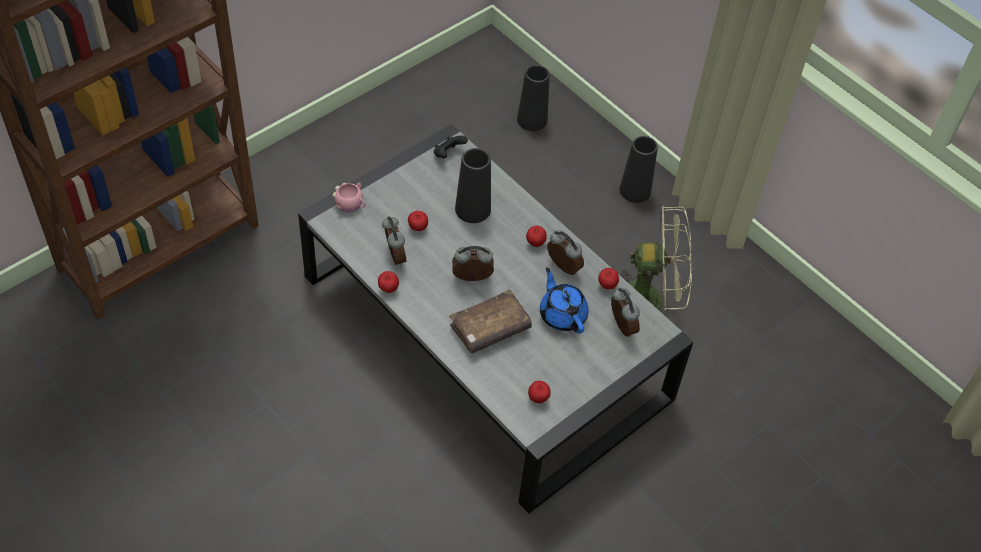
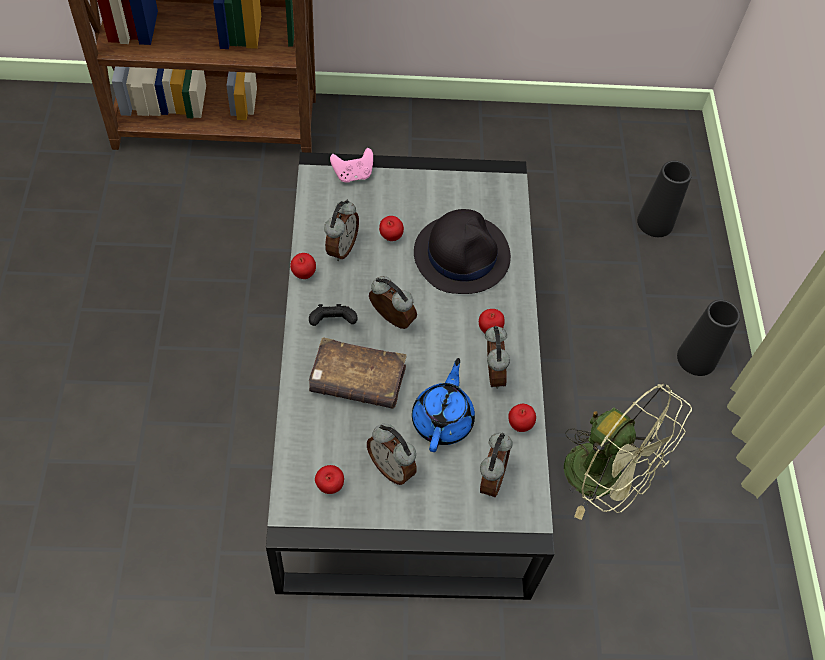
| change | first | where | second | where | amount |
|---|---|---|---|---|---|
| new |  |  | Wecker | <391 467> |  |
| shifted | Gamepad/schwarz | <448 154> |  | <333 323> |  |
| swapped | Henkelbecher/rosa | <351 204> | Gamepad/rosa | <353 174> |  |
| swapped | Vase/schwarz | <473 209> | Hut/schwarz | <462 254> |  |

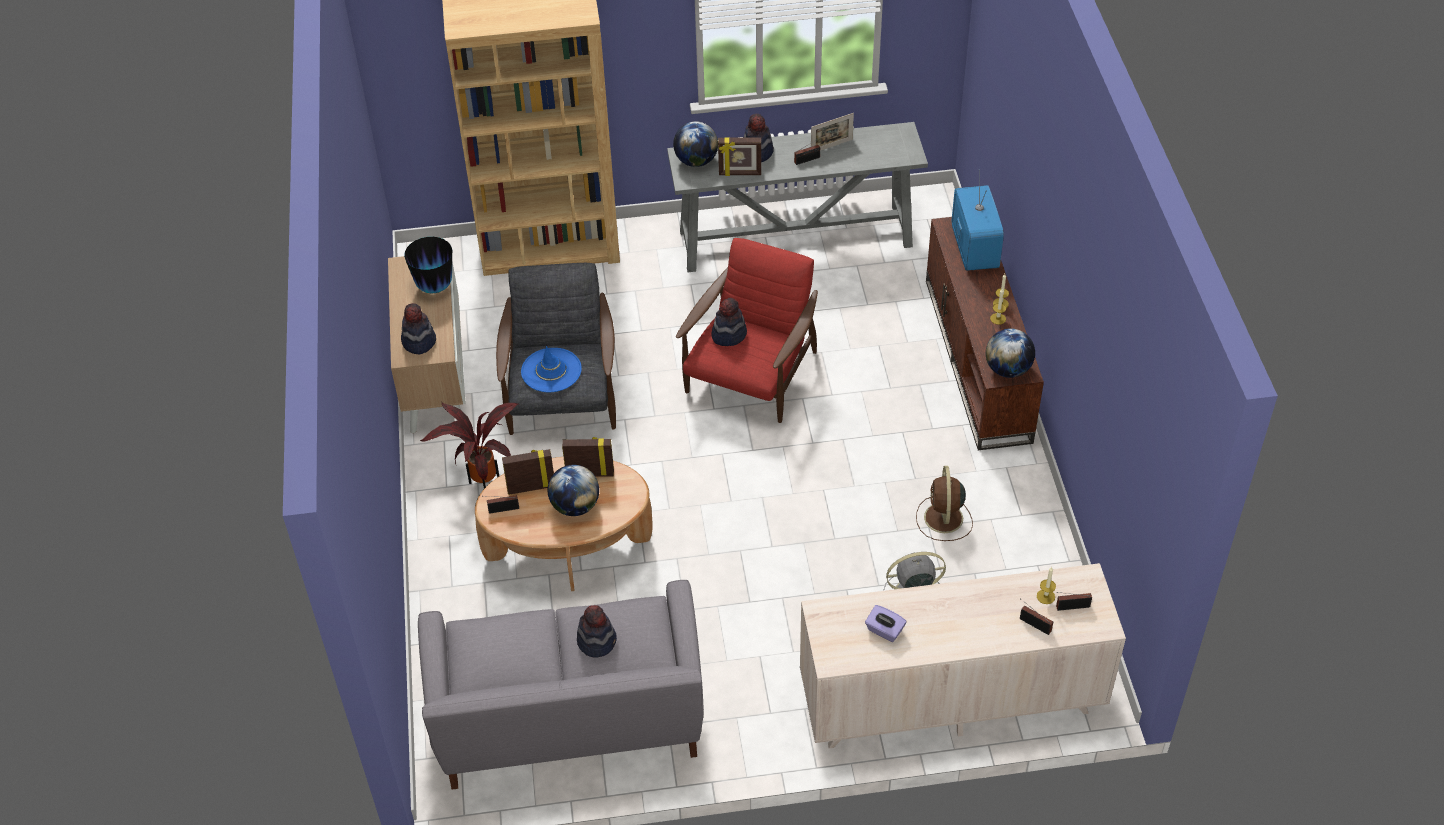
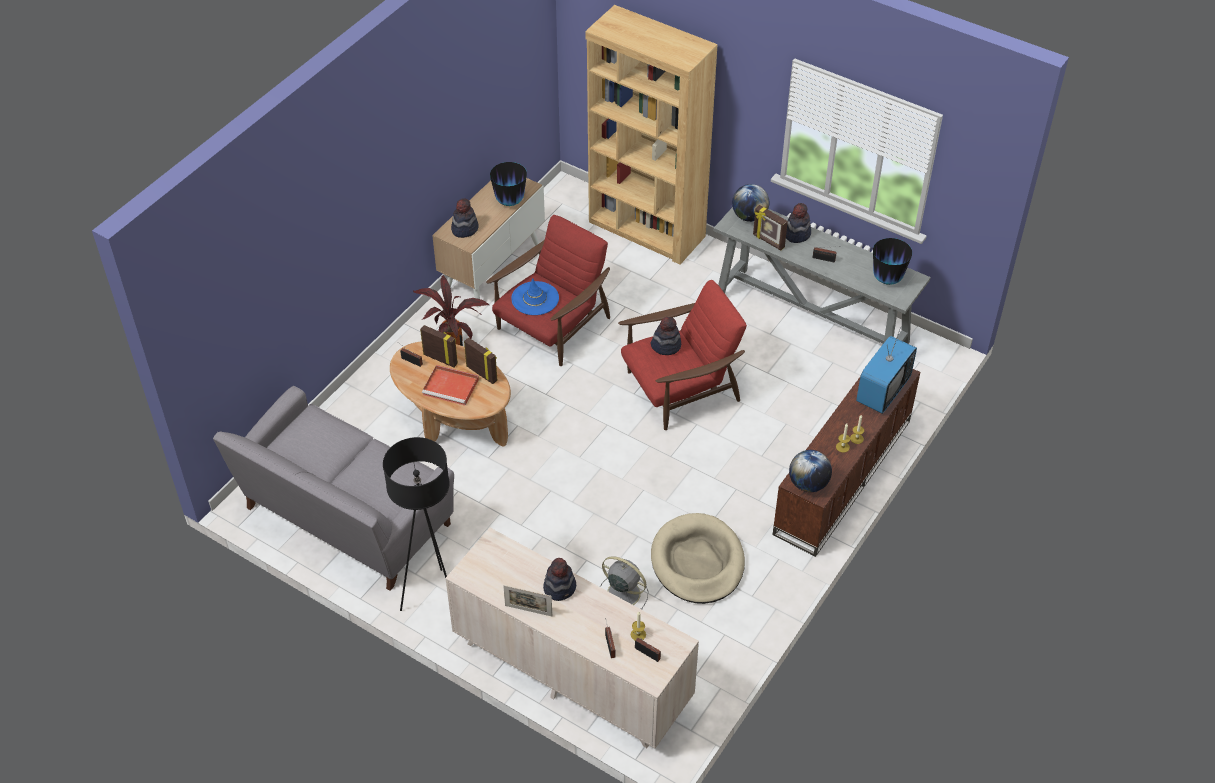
| change | first | where | second | where | amount |
|---|---|---|---|---|---|
| gone | Taschentuchbox/lila | <884 631> |  |  |  |
| new |  |  | Stehlampe/schwarz | <434 598> |  |
| new |  |  | Vase | <887 279> |  |
| shifted | Hut | <597 641> |  | <560 587> |  |
| shifted | Bilderrahmen | <831 146> |  | <528 610> |  |
| swapped | Globus | <575 506> | Tablett/rot | <452 387> |  |
| swapped | Ventilator/braun | <943 519> | Hundebett/beige | <697 562> |  |
| repainted | Sessel/grau | <563 397> | Sessel/rot | <552 326> |  |

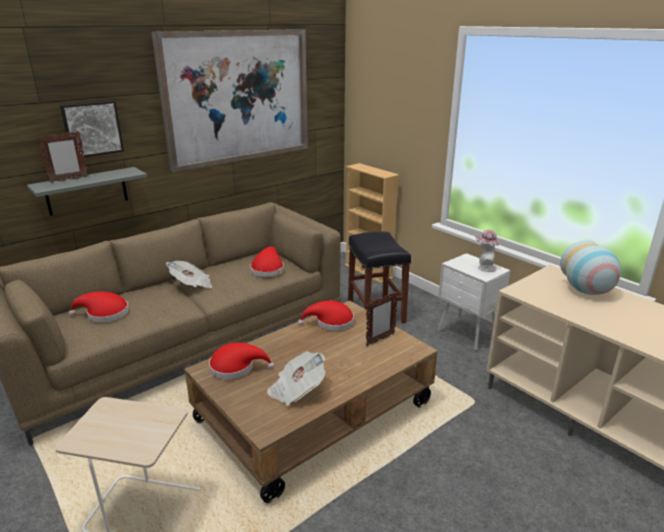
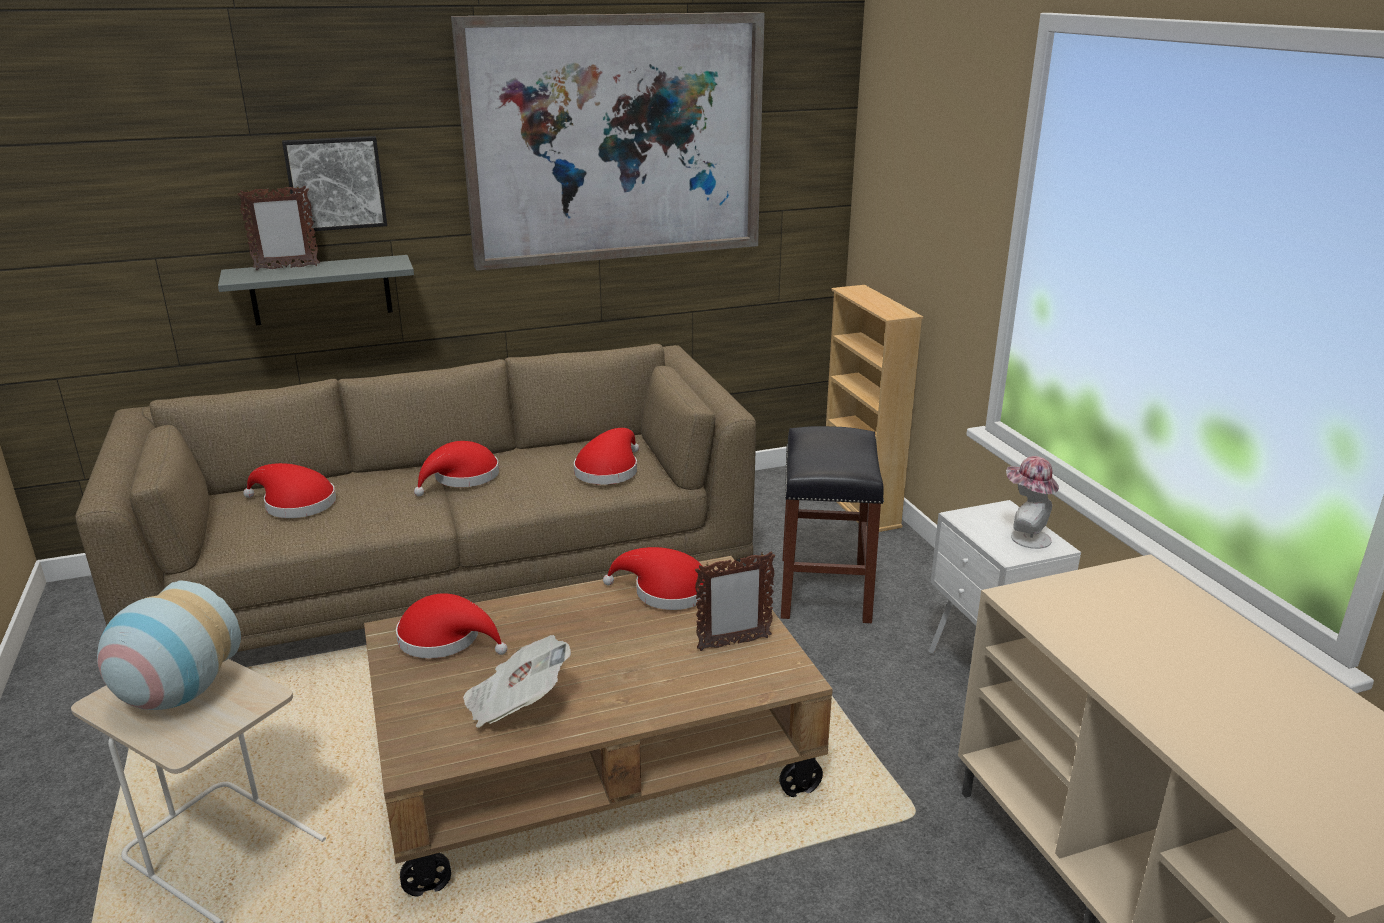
| change | first | where | second | where | amount |
|---|---|---|---|---|---|
| shifted | Vase | <587 291> |  | <175 695> |  |
| swapped | Zeitung | <192 285> | Hut/rot | <462 478> |  |

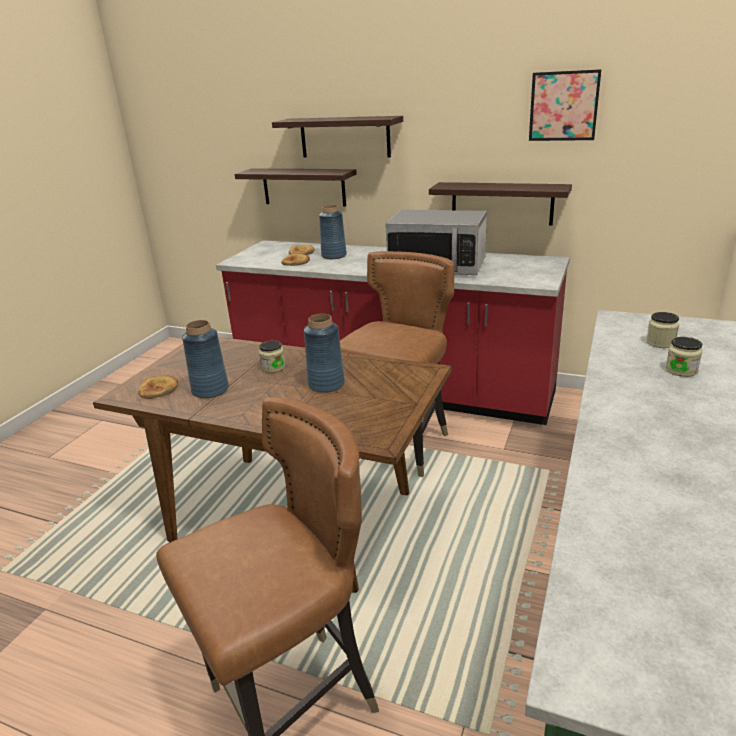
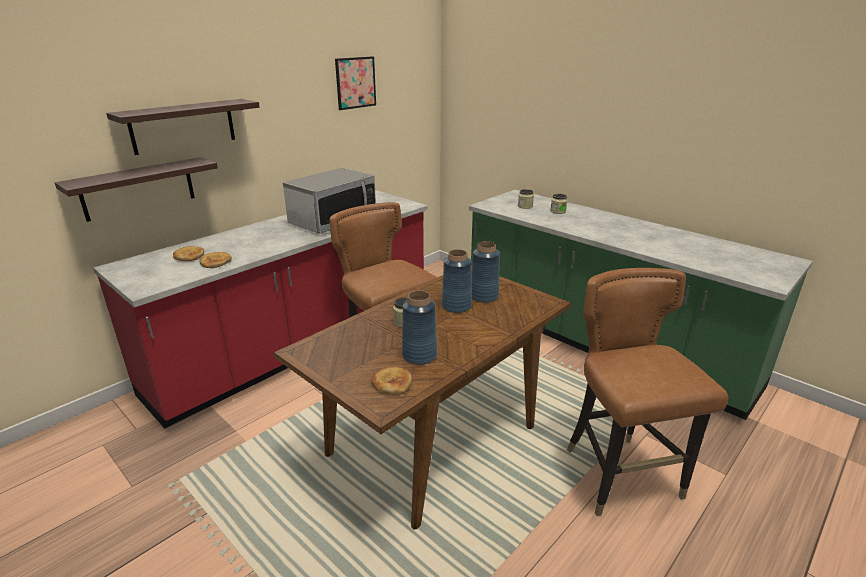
| change | first | where | second | where | amount |
|---|---|---|---|---|---|
| gone | Wandregal | <501 203> |  |  |  |
| shifted | Vase/blau | <334 256> |  | <484 296> |  |

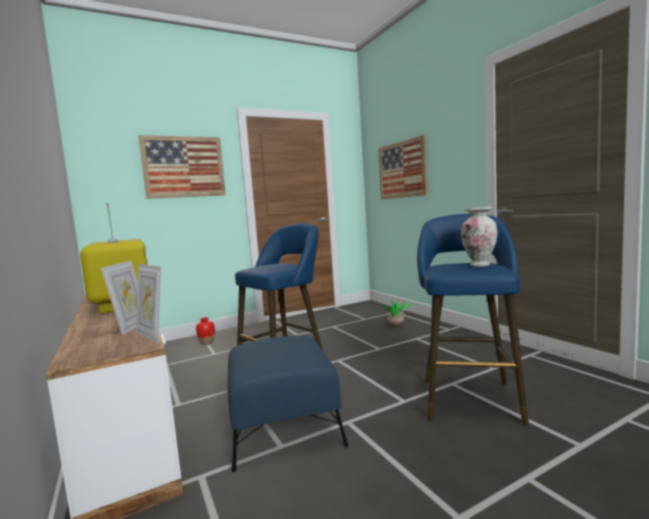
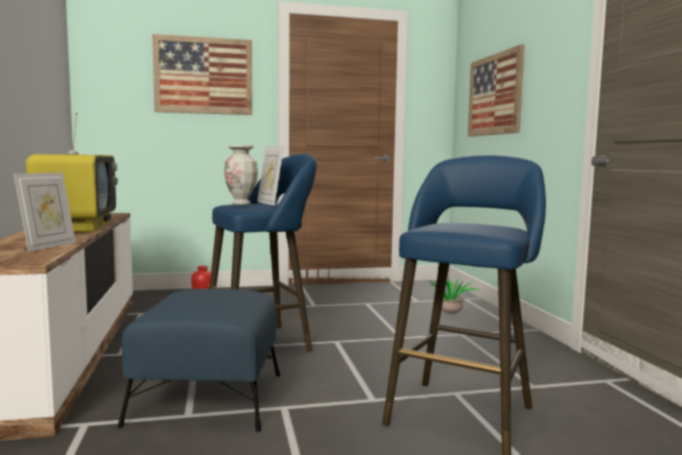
| change | first | where | second | where | amount |
|---|---|---|---|---|---|
| shifted | Bilderrahmen | <152 336> |  | <270 203> |  |
| shifted | Vase | <479 265> |  | <241 204> |  |

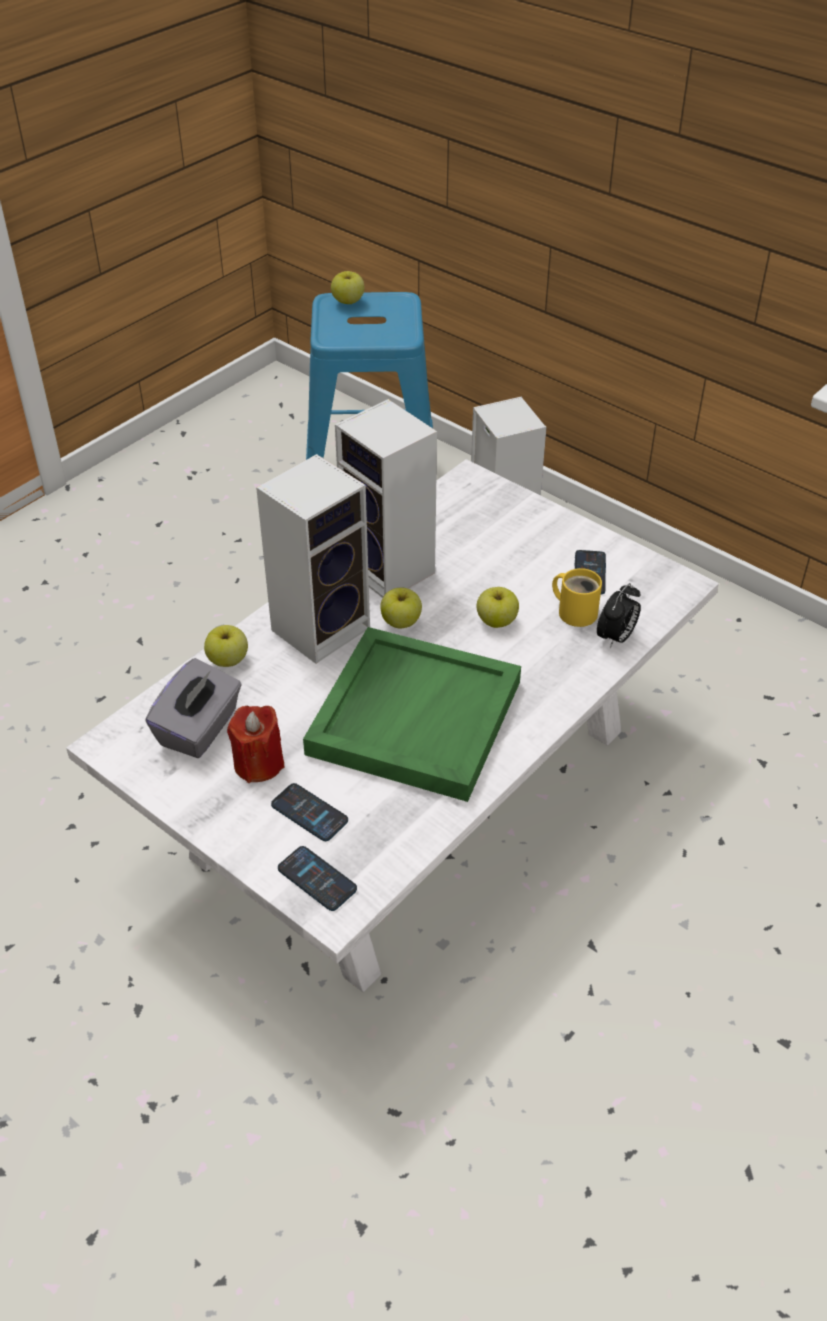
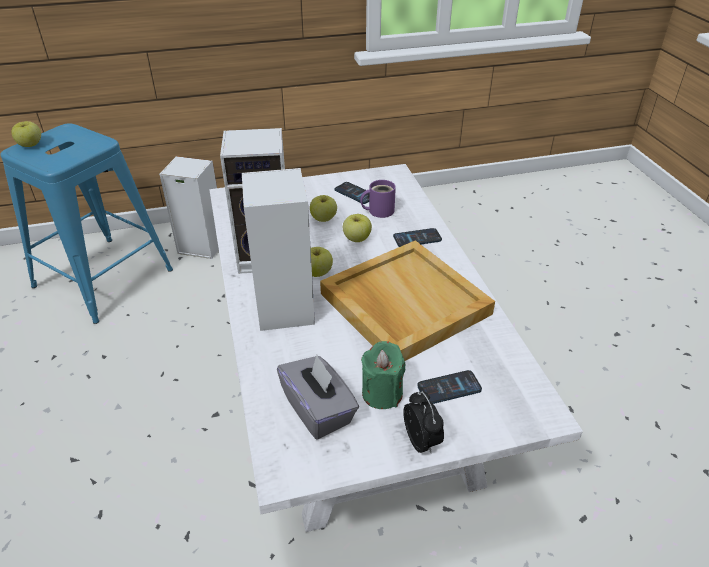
| change | first | where | second | where | amount |
|---|---|---|---|---|---|
| shifted | Apfel | <228 660> |  | <324 219> |  |
| shifted | Handy | <317 879> |  | <417 238> |  |
| shifted | Wecker | <616 638> |  | <422 441> |  |
| repainted | Kerze/rot | <258 764> | Kerze/grün | <382 393> |  |
| repainted | Tablett/grün | <414 716> | Tablett/beige | <403 303> |  |
| repainted | Henkelbecher/gelb | <575 611> | Henkelbecher/lila | <378 210> |  |

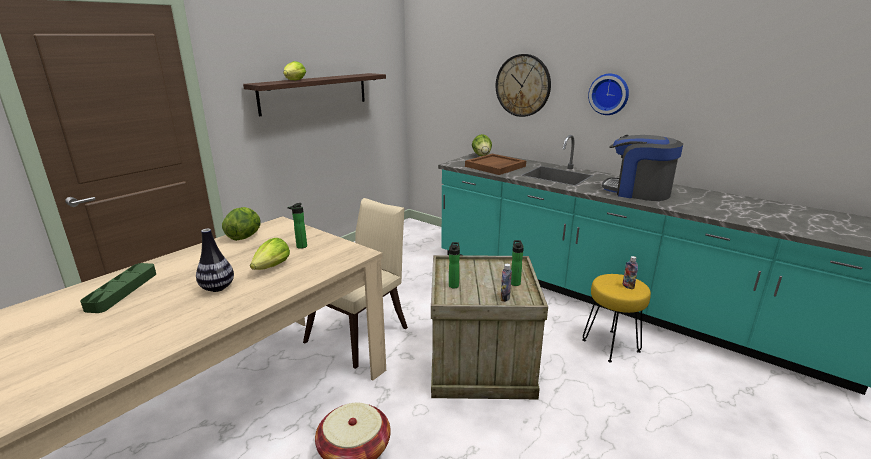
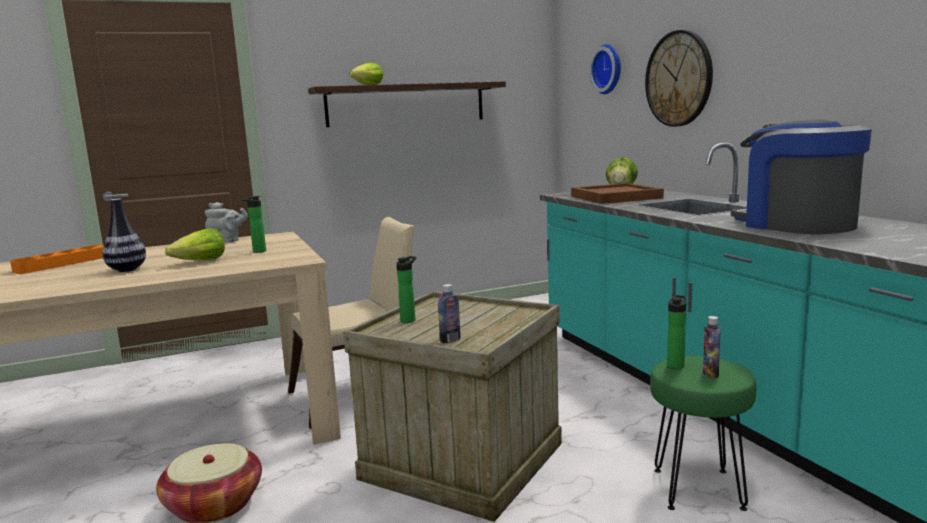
| change | first | where | second | where | amount |
|---|---|---|---|---|---|
| shifted | Flasche | <515 282> |  | <676 365> |  |
| shifted | Wanduhr | <609 94> |  | <609 69> |  |
| swapped | Salatkopf | <245 237> | Teekanne/grau | <227 241> |  |
| repainted | Tablett/grün | <122 291> | Tablett/orange | <62 264> |  |
| repainted | Hocker/gelb | <611 346> | Hocker/grün | <699 489> |  |

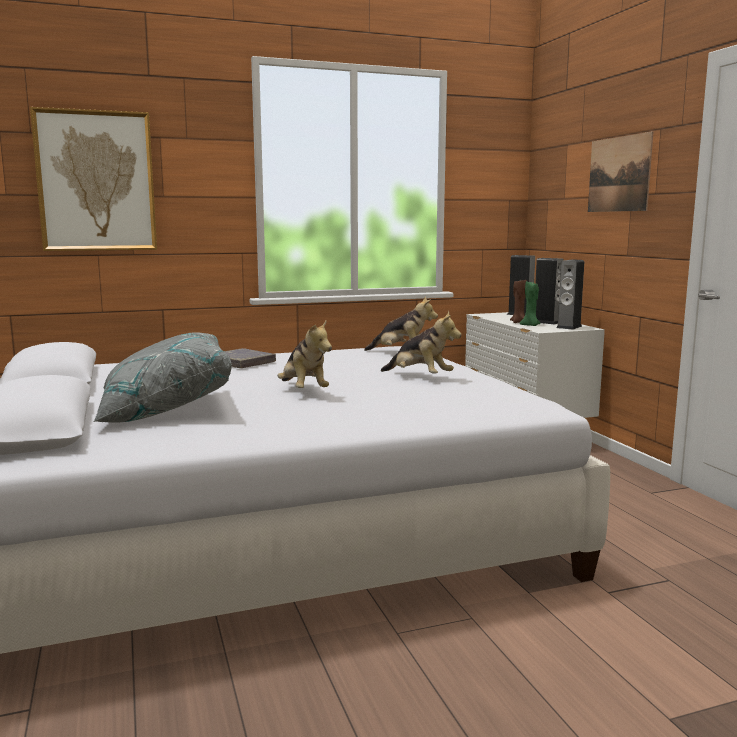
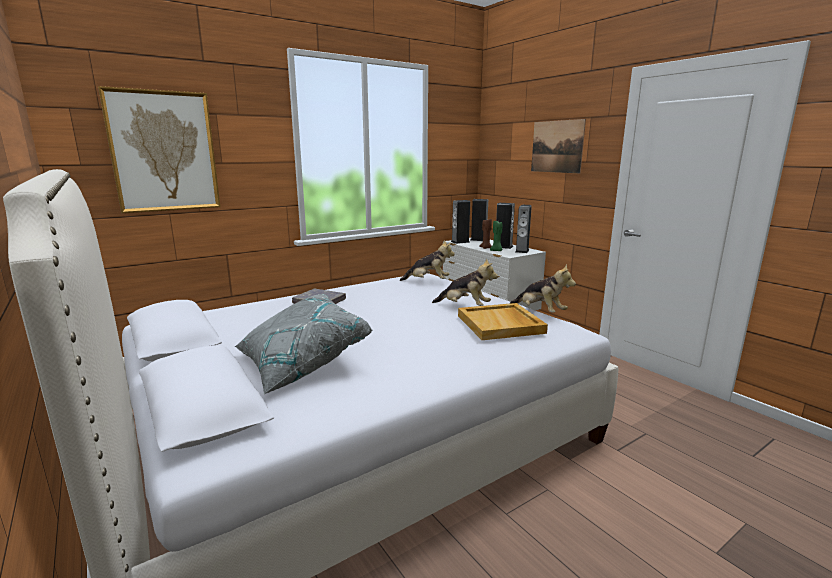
| change | first | where | second | where | amount |
|---|---|---|---|---|---|
| new |  |  | Lautsprecher | <460 242> |  |
| new |  |  | Tablett/beige | <501 324> |  |
| shifted | Plüschtier | <303 390> |  | <540 312> |  |

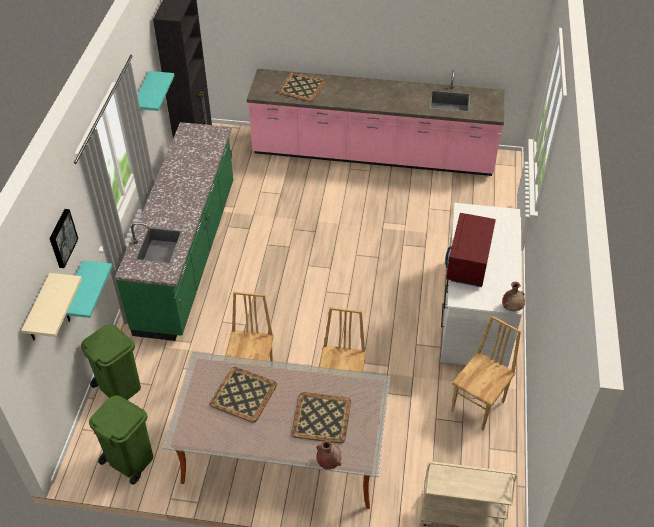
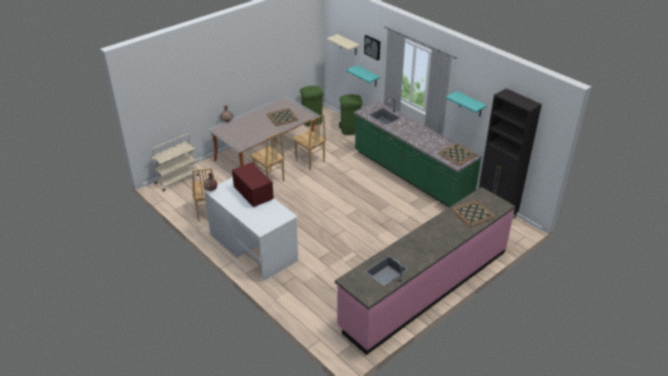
| change | first | where | second | where | amount |
|---|---|---|---|---|---|
| shifted | Tablett | <321 418> |  | <457 154> |  |

